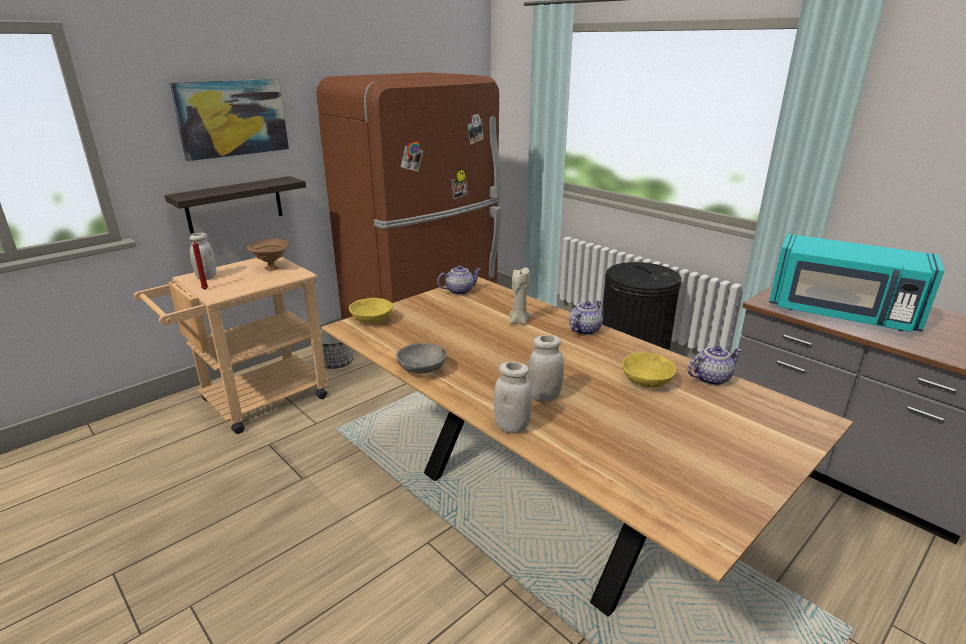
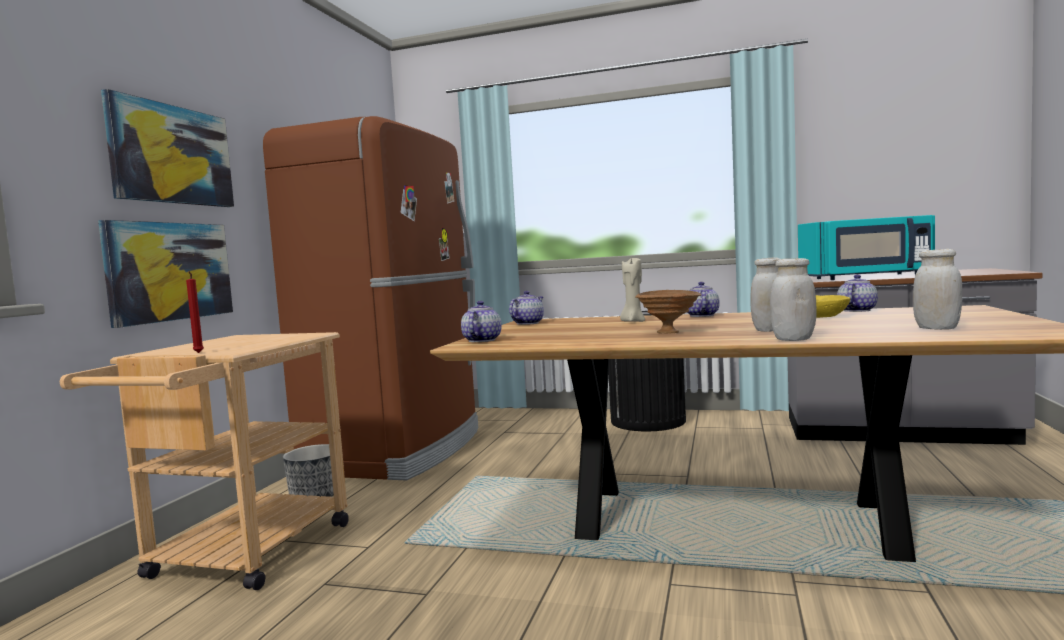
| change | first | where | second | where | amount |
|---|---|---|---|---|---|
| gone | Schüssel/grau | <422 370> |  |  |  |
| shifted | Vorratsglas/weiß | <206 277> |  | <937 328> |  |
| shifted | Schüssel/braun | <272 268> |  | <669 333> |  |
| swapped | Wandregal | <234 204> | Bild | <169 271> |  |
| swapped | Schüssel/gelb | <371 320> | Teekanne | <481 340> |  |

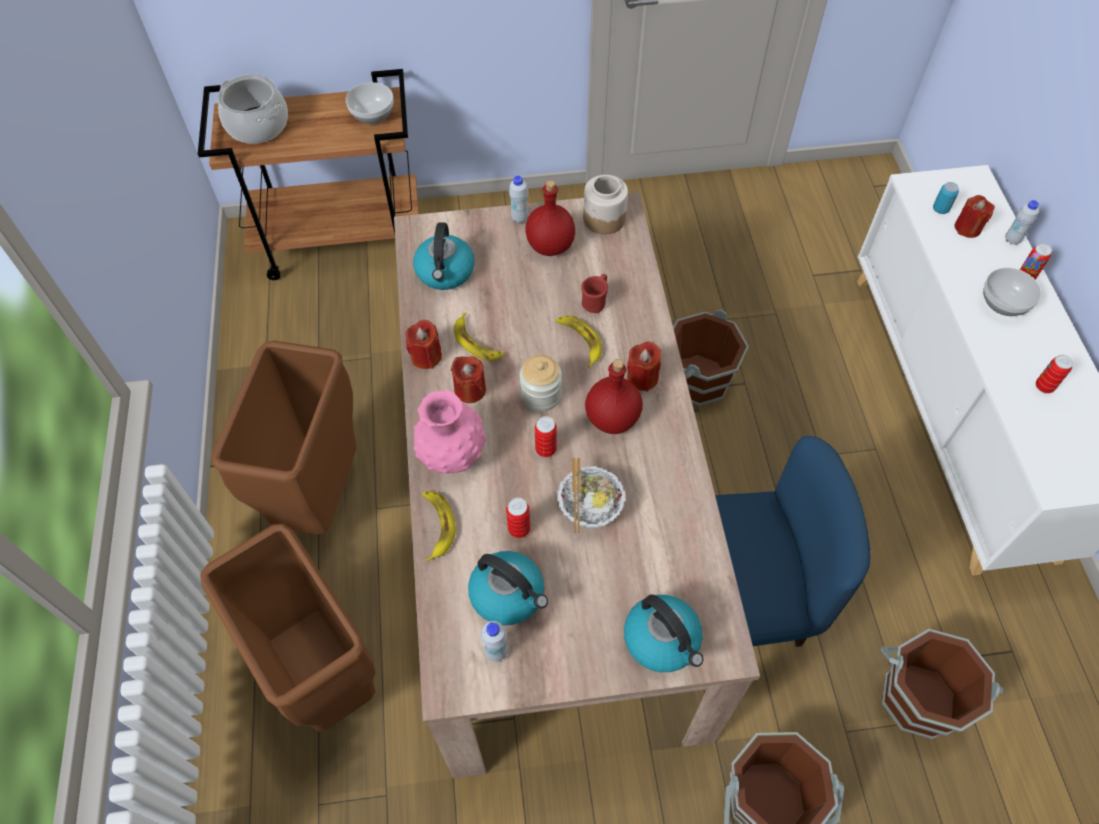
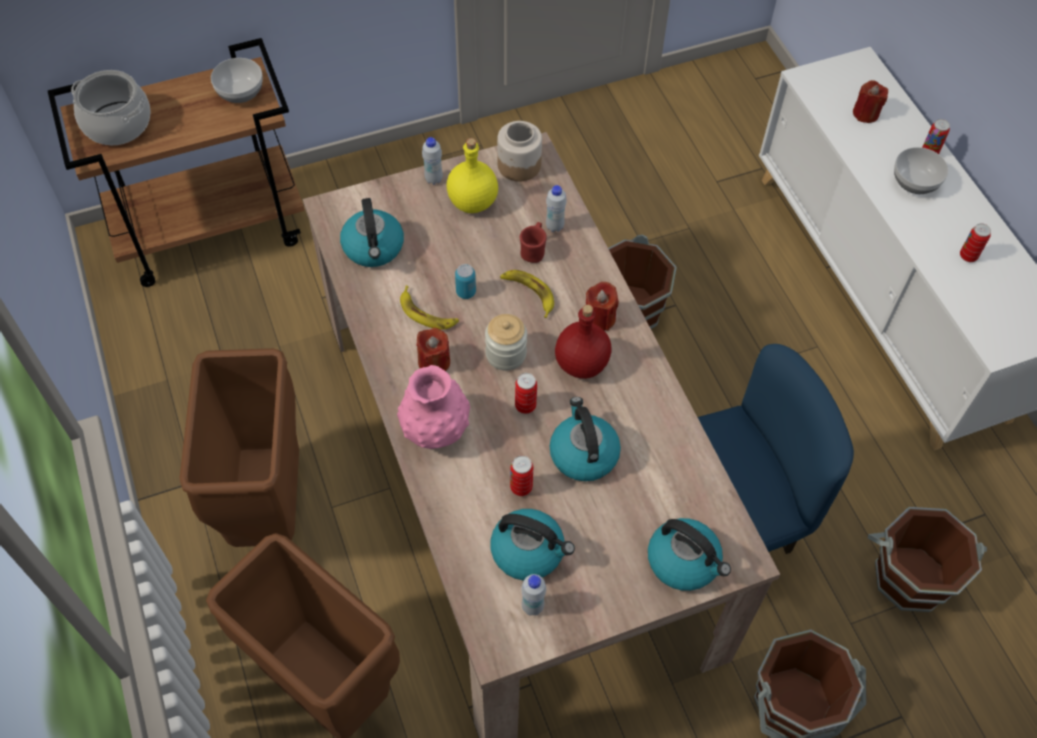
| change | first | where | second | where | amount |
|---|---|---|---|---|---|
| gone | Kerze/rot | <426 356> |  |  |  |
| gone | Banane | <436 525> |  |  |  |
| shifted | Dose | <940 209> |  | <466 292> |  |
| shifted | Flasche/weiß | <1012 240> |  | <554 226> |  |
| swapped | Schüssel | <589 508> | Wasserkessel | <583 453> |  |
| repainted | Flasche/rot | <551 246> | Flasche/gelb | <473 202> |  |

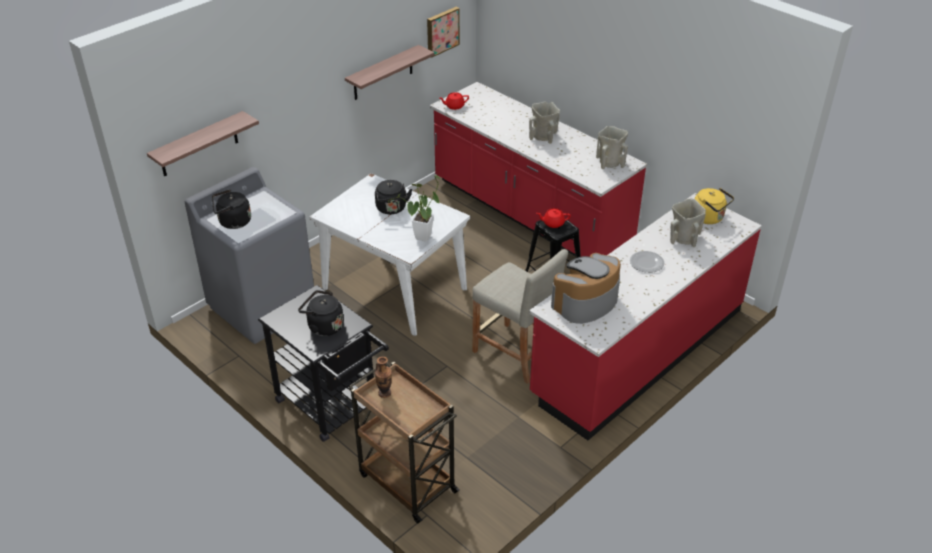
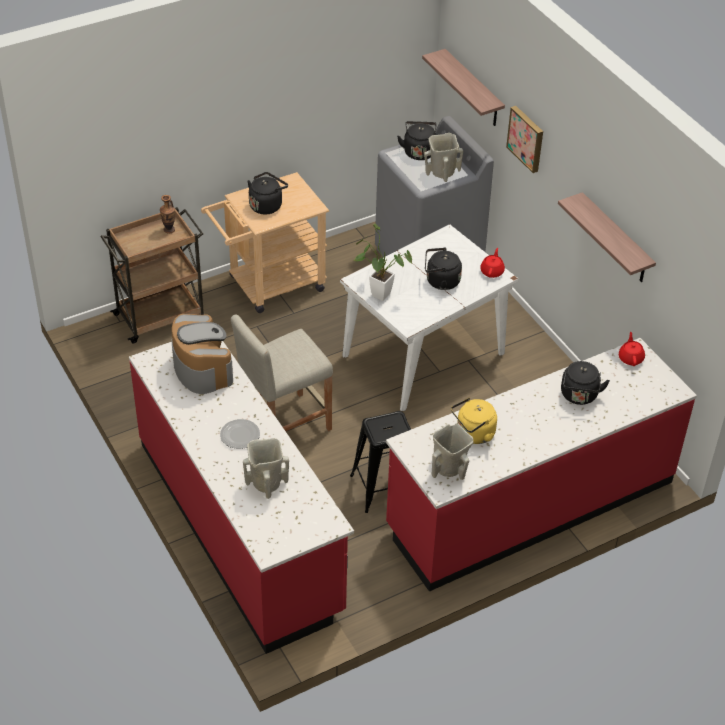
| change | first | where | second | where | amount |
|---|---|---|---|---|---|
| new |  |  | Wasserkessel/schwarz | <579 396> |  |
| shifted | Bild | <442 31> |  | <526 138> |  |
| shifted | Vase/beige | <543 137> |  | <441 173> |  |
| shifted | Teekanne/rot | <553 223> |  | <492 271> |  |
| shifted | Wasserkessel/gelb | <709 218> |  | <473 434> |  |
| repainted | Rollwagen/schwarz | <332 408> | Rollwagen/beige | <269 286> |  |

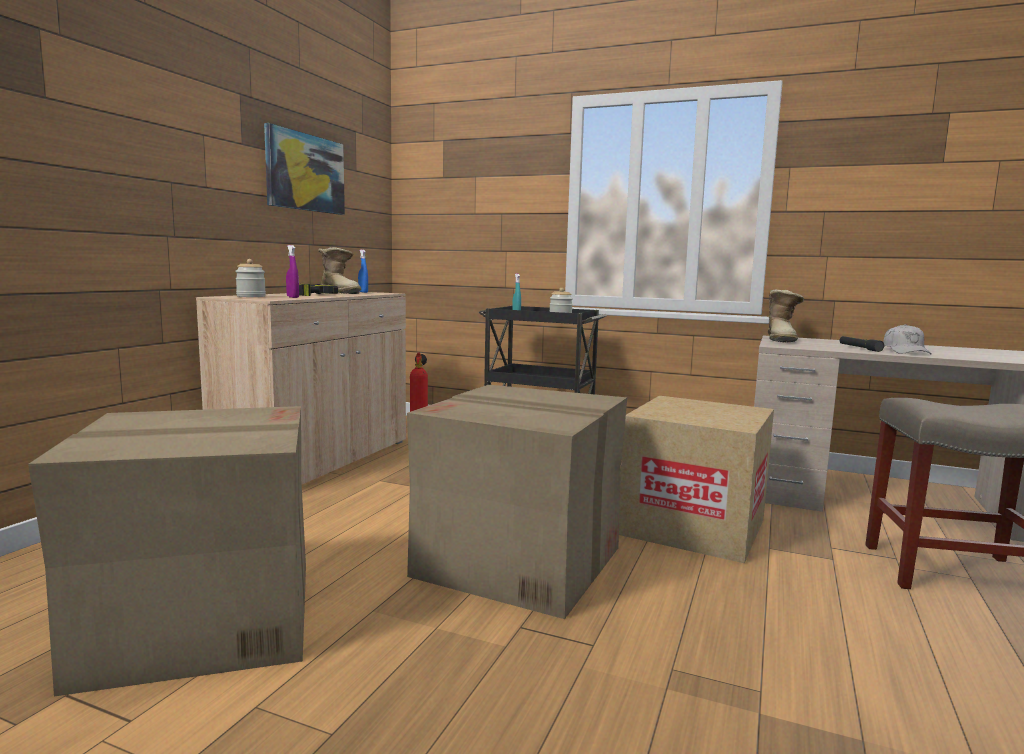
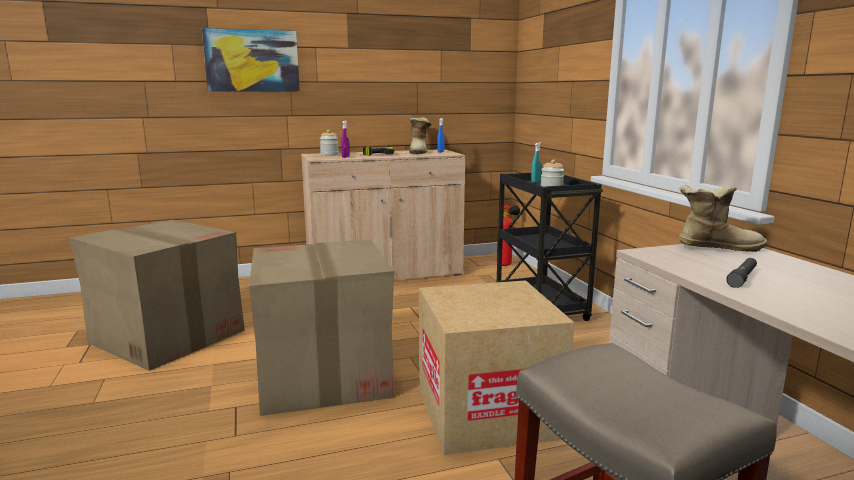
| change | first | where | second | where | amount |
|---|---|---|---|---|---|
| gone | Kappe/weiß | <905 351> |  |  |  |
| shifted | Bild | <305 172> |  | <252 61> |  |
| rotated | Stiefel | <782 339> |  | <716 247> | 150 degrees counterclockwise |

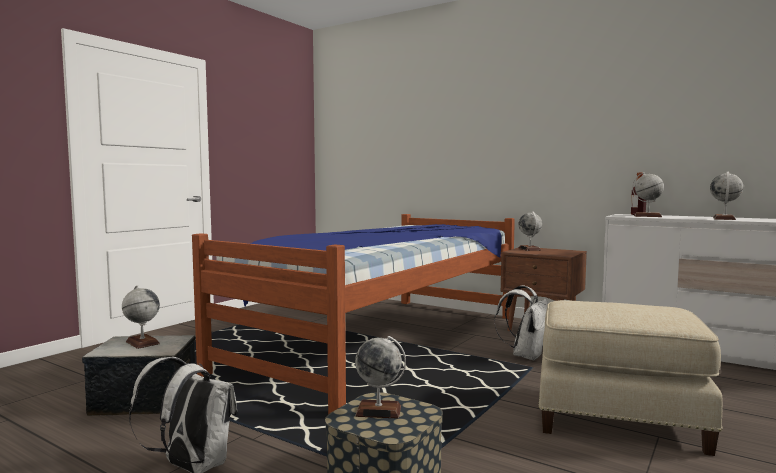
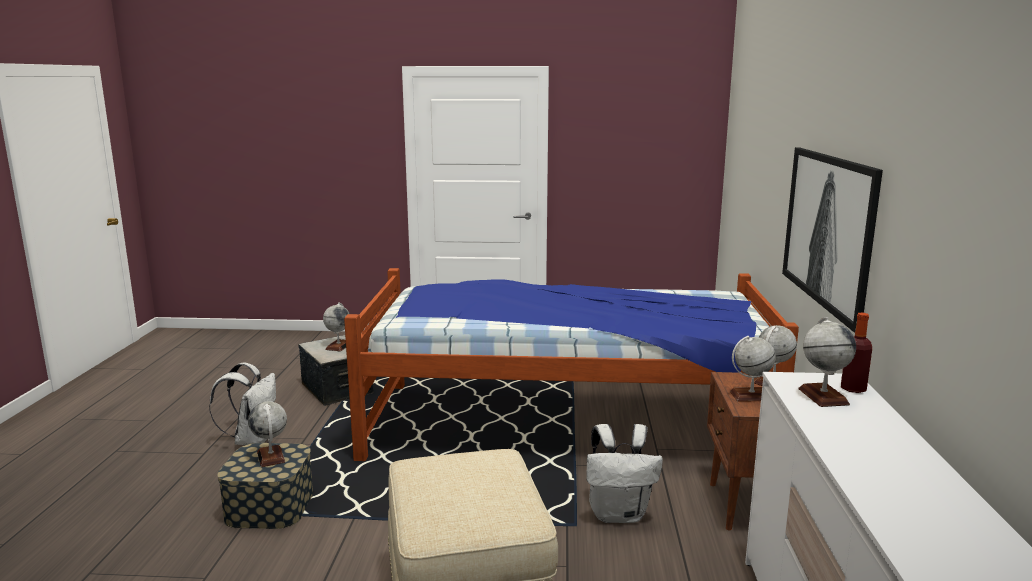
| change | first | where | second | where | amount |
|---|---|---|---|---|---|
| new |  |  | Bild | <829 230> |  |
| shifted | Globus | <724 218> |  | <751 396> |  |

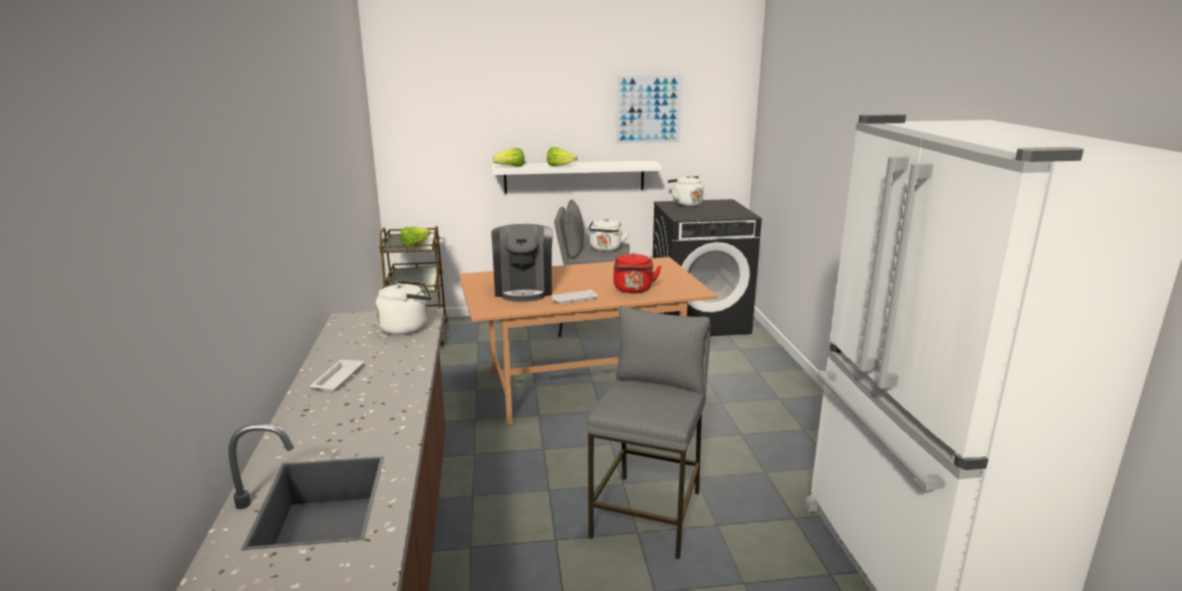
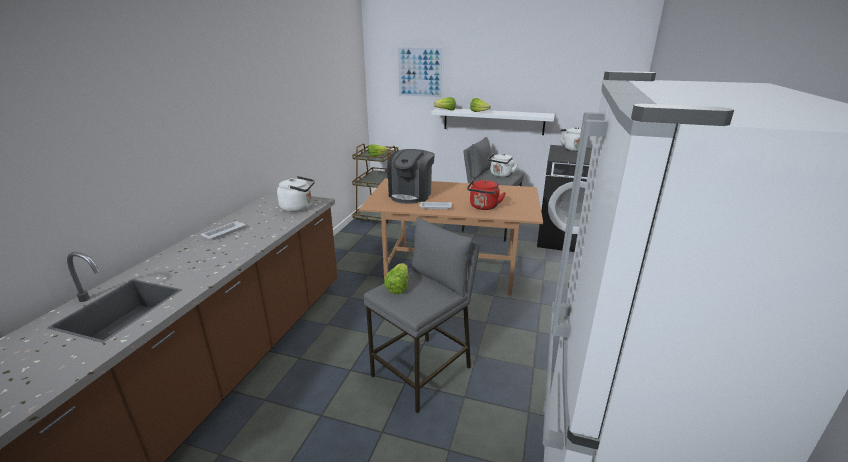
| change | first | where | second | where | amount |
|---|---|---|---|---|---|
| new |  |  | Salatkopf | <398 287> |  |
| shifted | Bild | <648 109> |  | <420 72> |  |

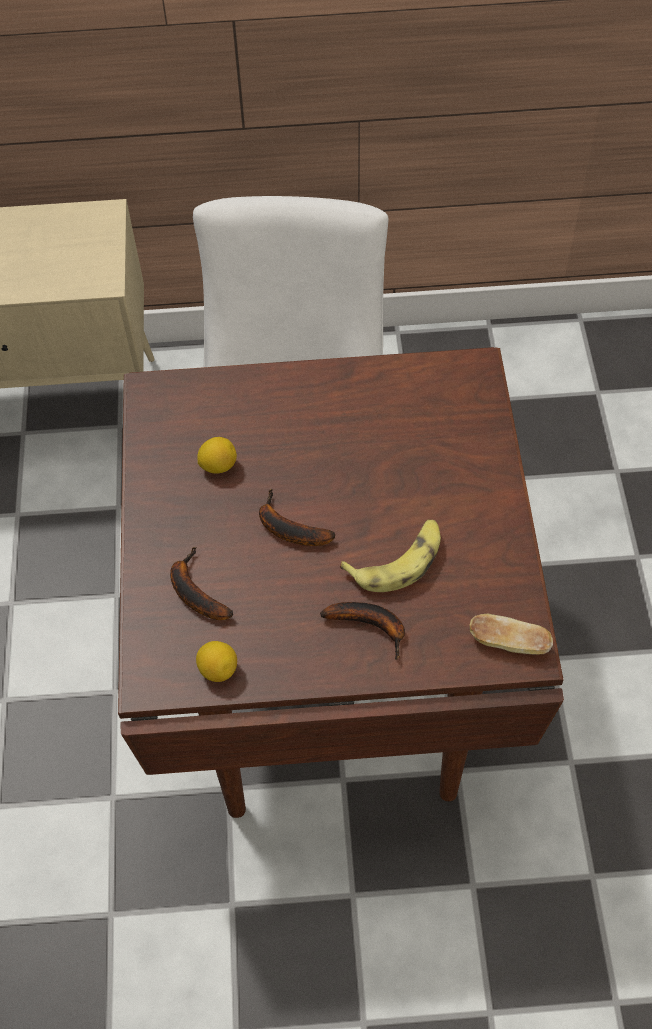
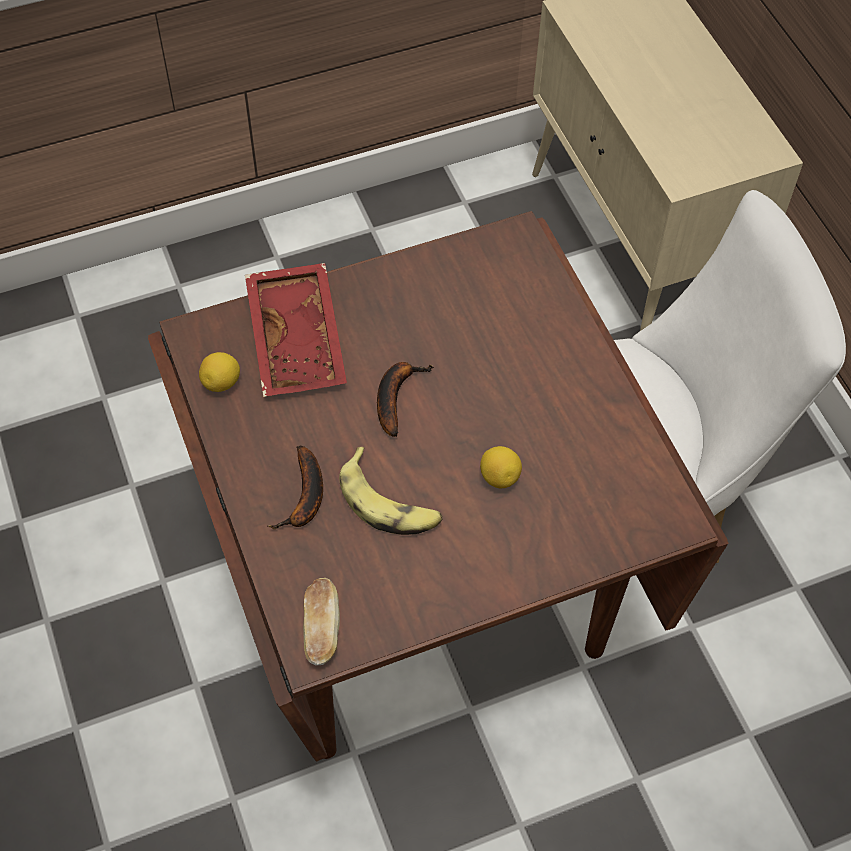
| change | first | where | second | where | amount |
|---|---|---|---|---|---|
| shifted | Zitrone | <218 465> |  | <499 477> |  |
| swapped | Banane | <194 591> | Tablett/rot | <299 340> |  |

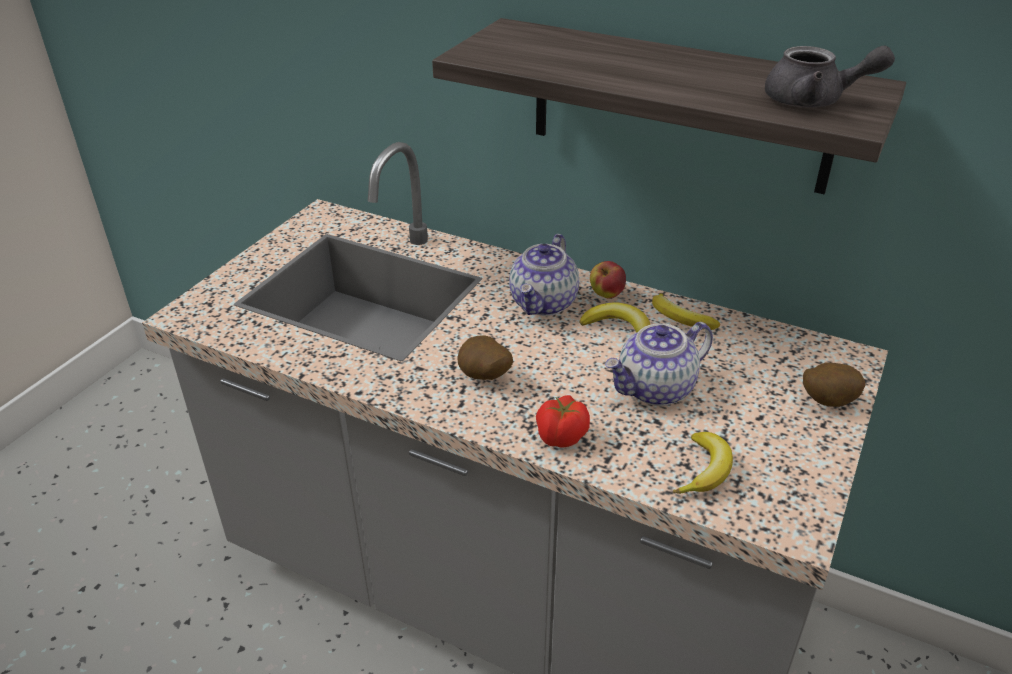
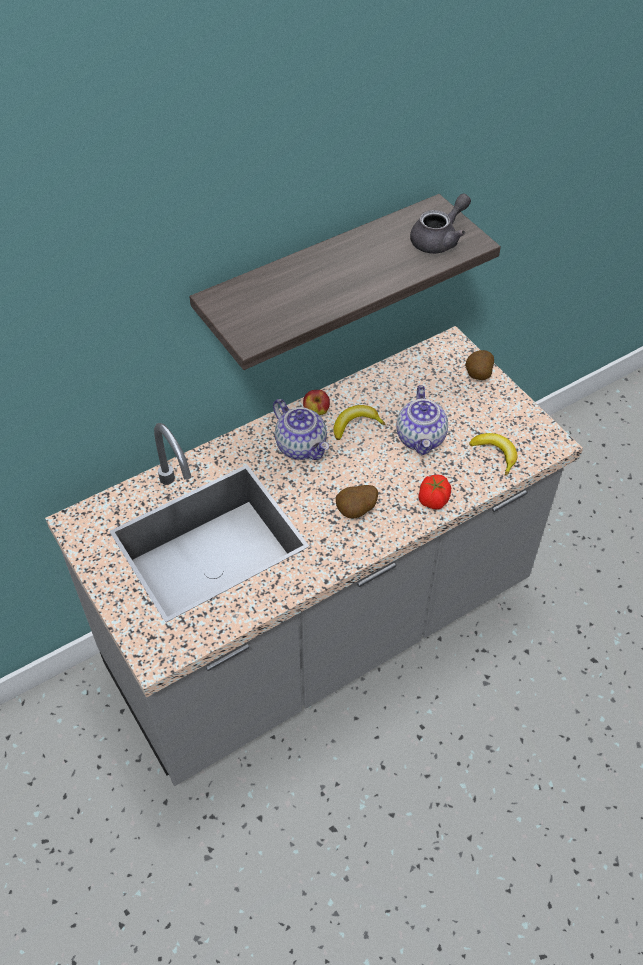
| change | first | where | second | where | amount |
|---|---|---|---|---|---|
| gone | Banane | <680 319> |  |  |  |

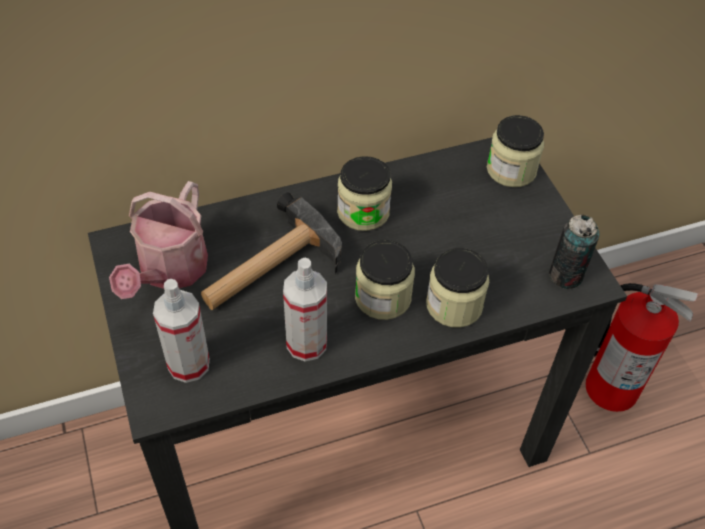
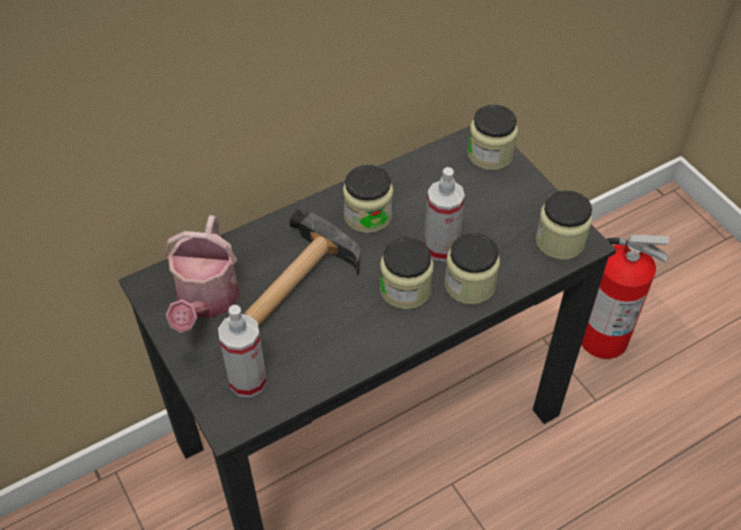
| change | first | where | second | where | amount |
|---|---|---|---|---|---|
| shifted | Sprühflasche | <306 343> |  | <441 247> |  |
| swapped | Dose | <565 276> | Vorratsglas | <560 241> |  |

